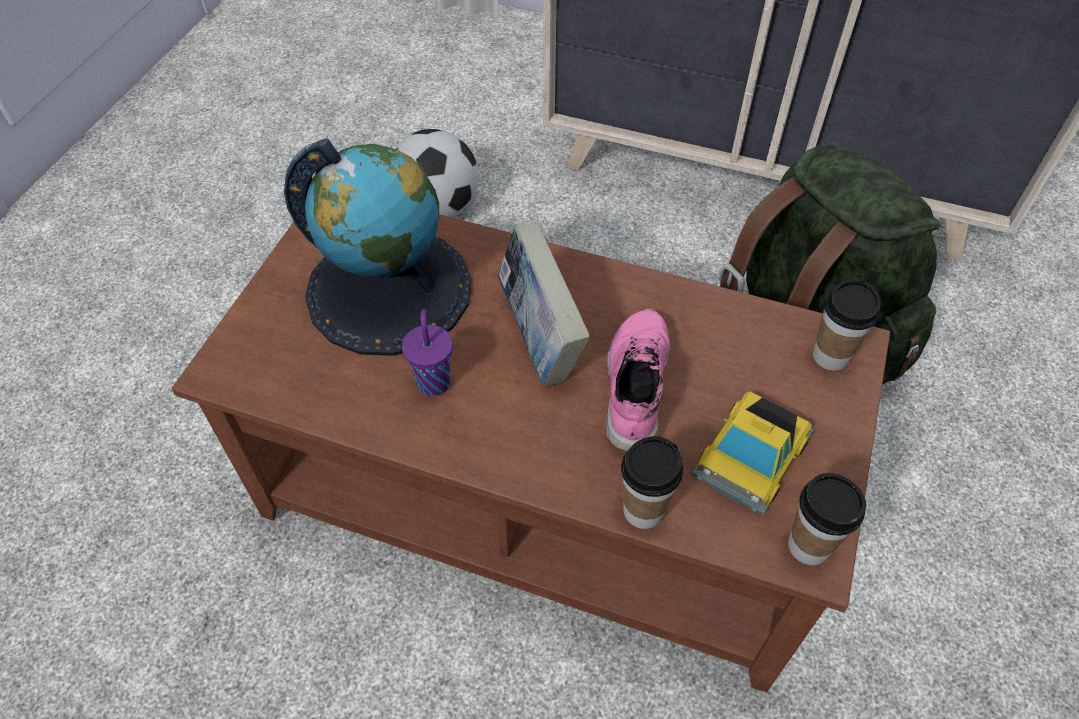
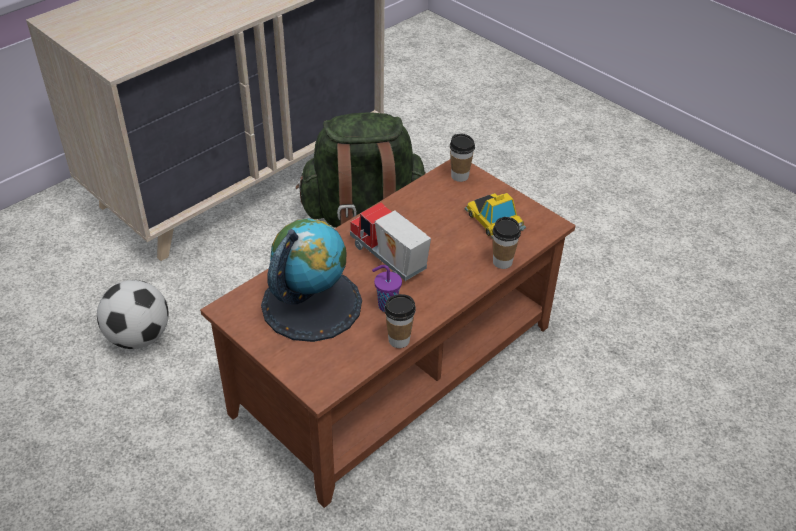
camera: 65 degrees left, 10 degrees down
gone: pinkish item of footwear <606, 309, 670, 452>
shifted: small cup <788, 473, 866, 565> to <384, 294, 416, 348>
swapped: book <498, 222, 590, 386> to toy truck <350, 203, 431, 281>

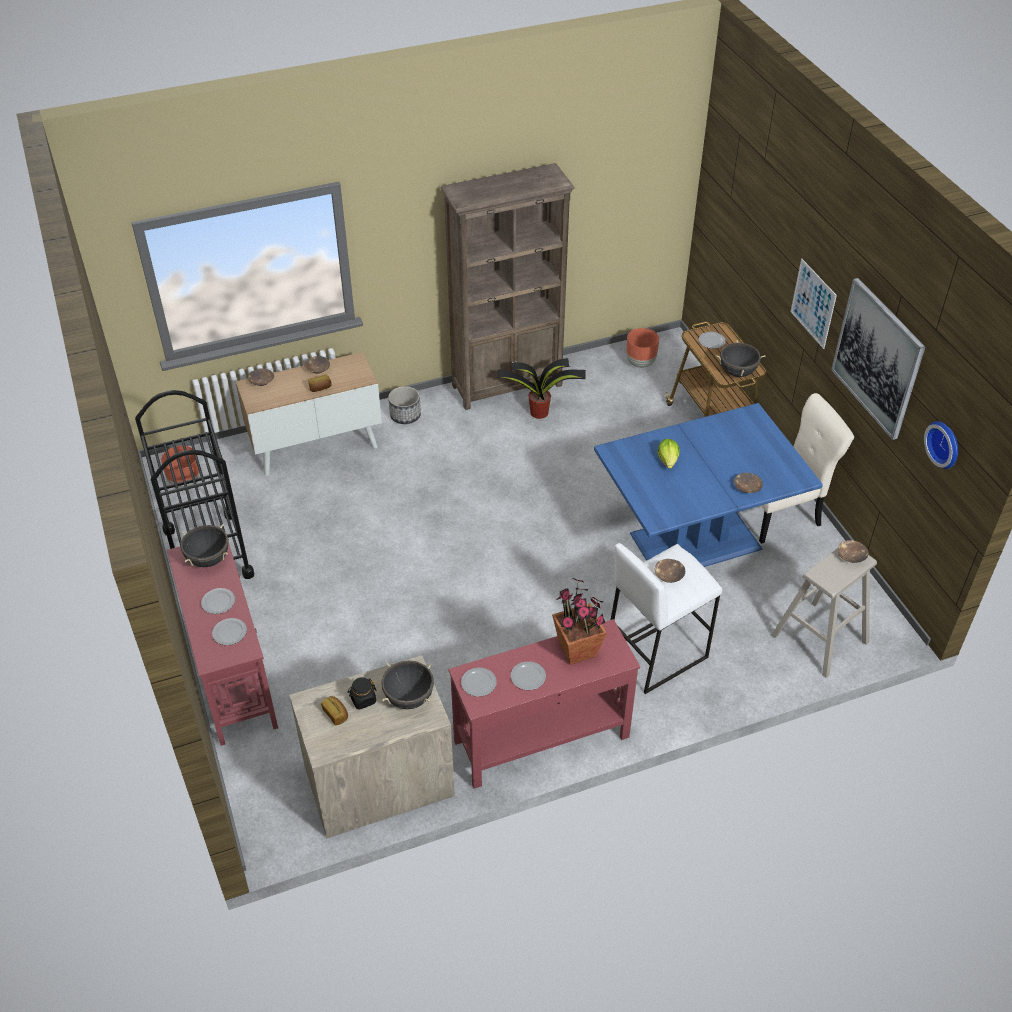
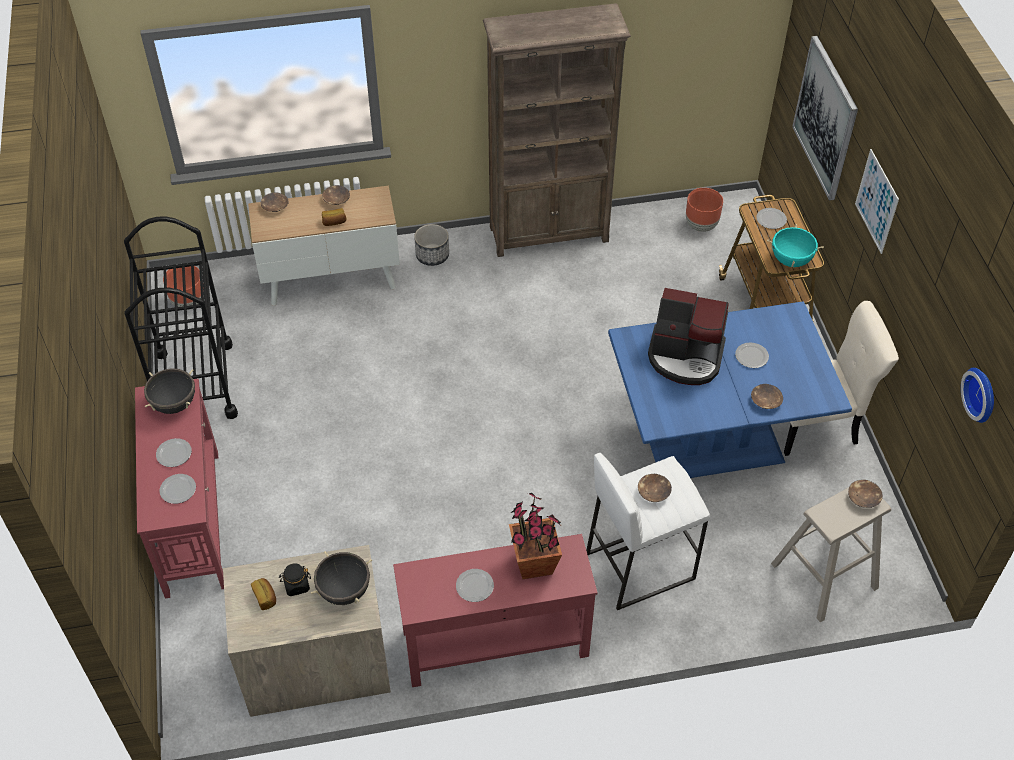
camera: 10 degrees right, 5 degrees up
gone: potted plant <497, 358, 586, 419>
shifted: plate <461, 667, 497, 697> to <735, 342, 769, 368>; wall picture <831, 278, 926, 440> to <792, 36, 858, 201>
swapped: lettuce head <658, 438, 680, 469> to coffee machine <648, 288, 729, 385>
repainted: black-coloured saucepot <715, 340, 766, 377> to turquoise saucepot <767, 224, 824, 267>

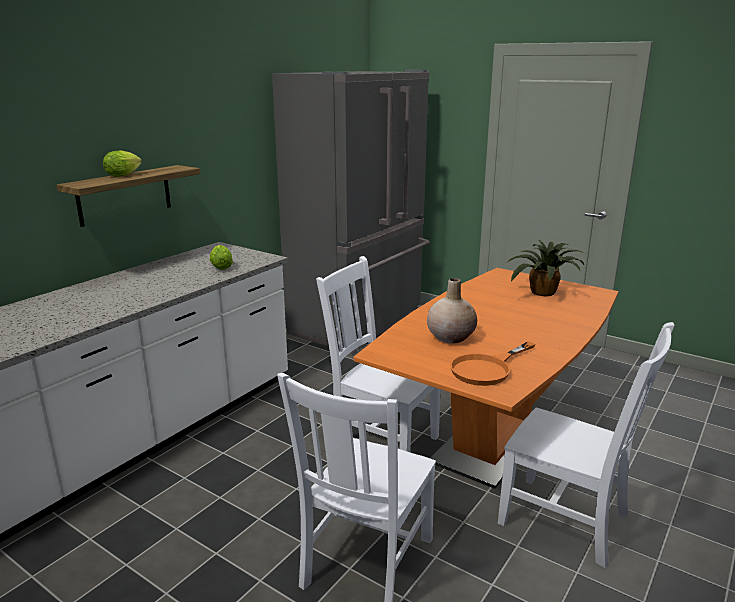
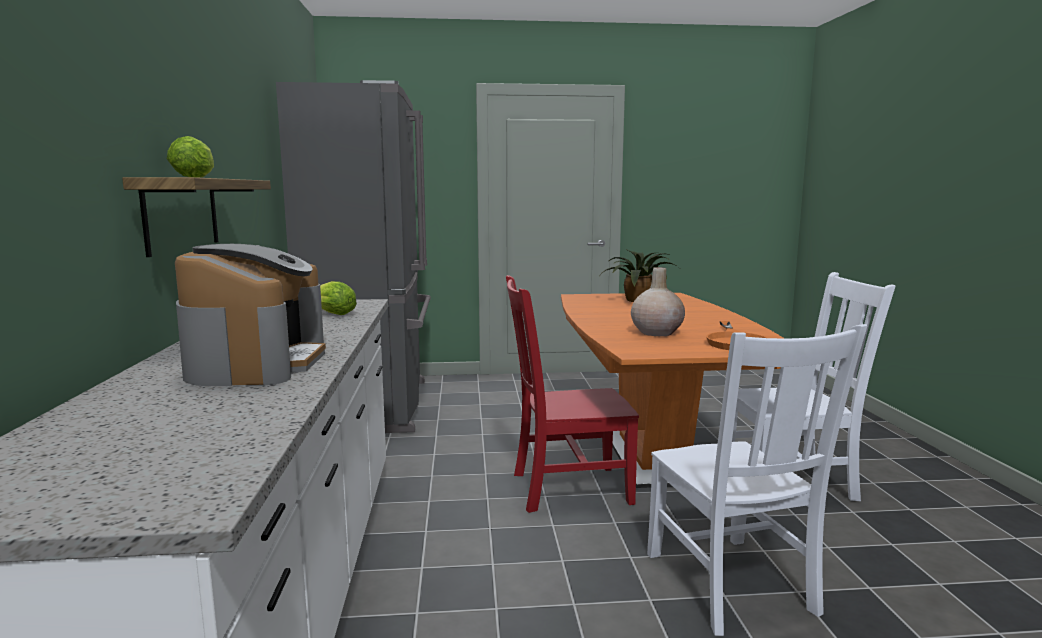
camera: 40 degrees left, 10 degrees down
new: coffee machine <175, 244, 326, 386>
repainted: whitish plain chair <316, 256, 441, 452> to red plain chair <506, 275, 639, 513>

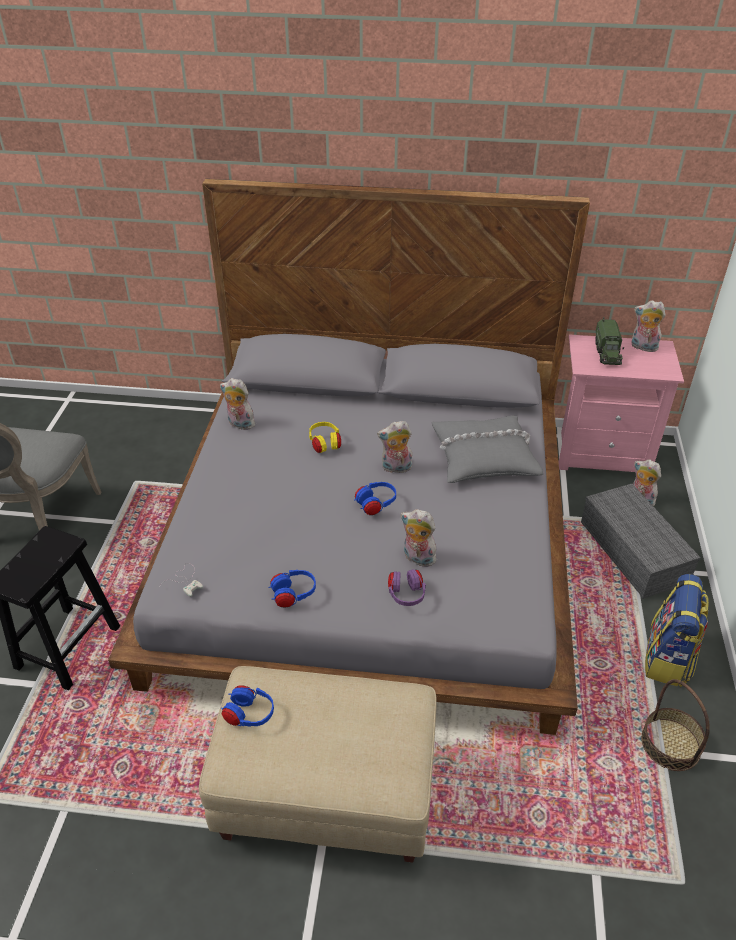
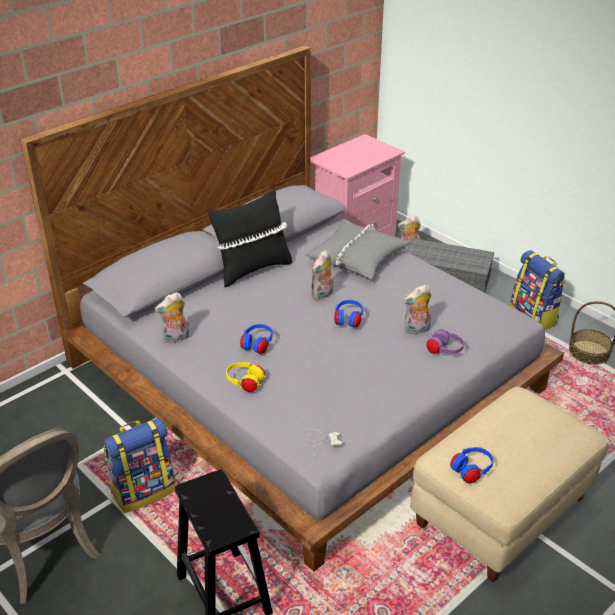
camera: 50 degrees left, 5 degrees down
gone: toy truck <595, 317, 624, 365>; soft toy <632, 300, 666, 352>
new: backpack <104, 418, 175, 513>; black-coloured throw pillow <208, 189, 292, 287>
shifted: bluish pair of headphones <268, 570, 316, 608> to <240, 324, 273, 354>; yellowish pair of headphones <309, 422, 341, 453> to <226, 362, 265, 392>

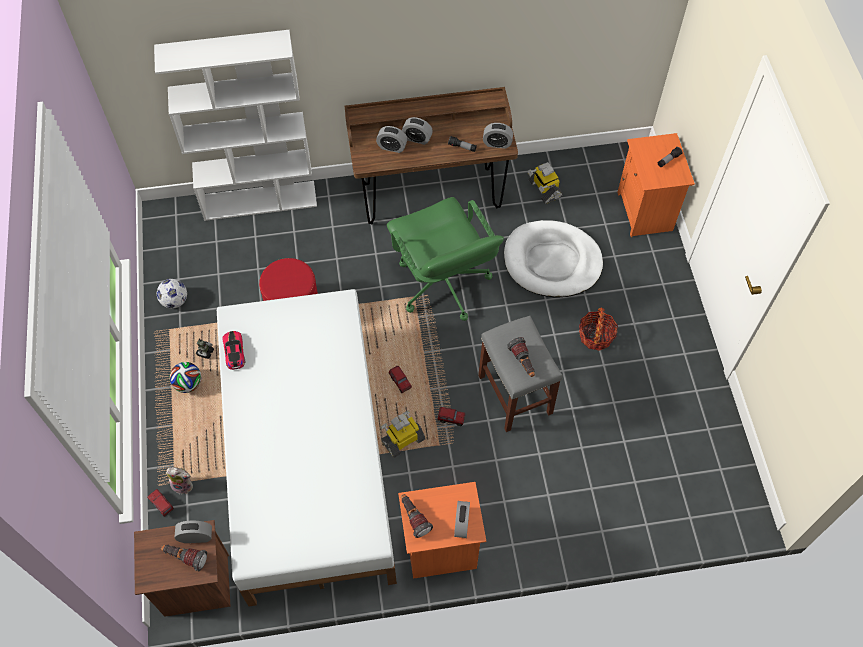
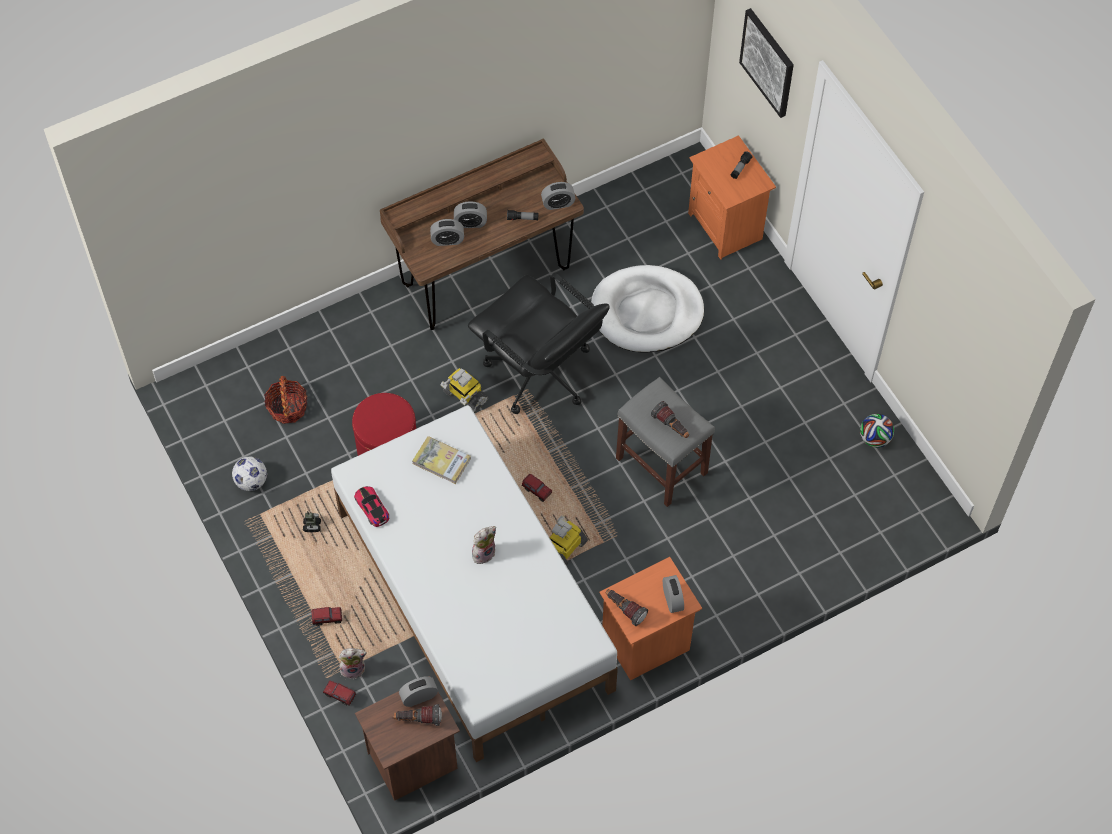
camera: 20 degrees left, 0 degrees up
gone: whitish bookcase <154, 30, 317, 221>
new: book <412, 436, 471, 484>; soft toy <472, 526, 496, 564>; wall picture <739, 8, 794, 118>
shifted: football <170, 362, 201, 393> to <860, 414, 894, 448>; toy truck <437, 407, 465, 426> to <311, 607, 342, 626>; model robot <528, 162, 563, 204> to <440, 368, 489, 413>; storage basket <579, 308, 618, 351> to <264, 376, 308, 424>
repainted: green-coloured computer chair <387, 197, 504, 321> to black-coloured computer chair <468, 273, 610, 414>

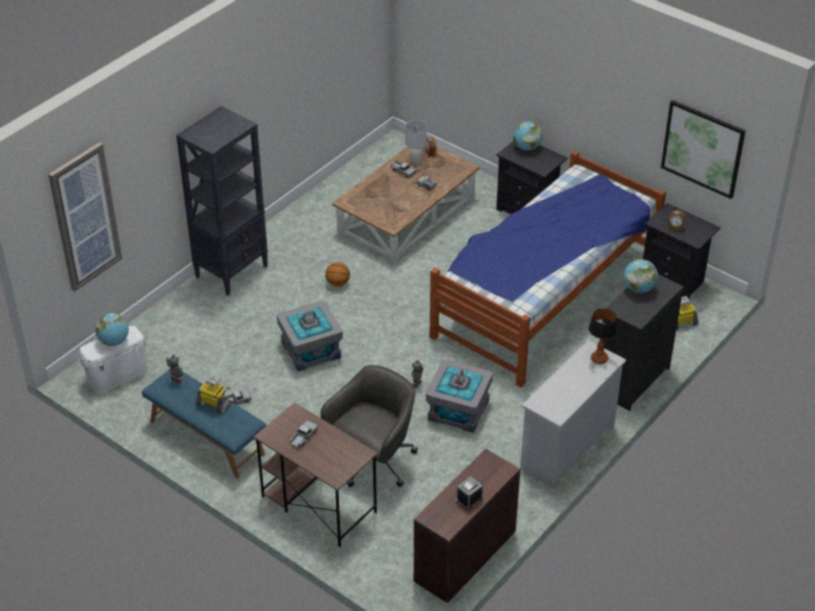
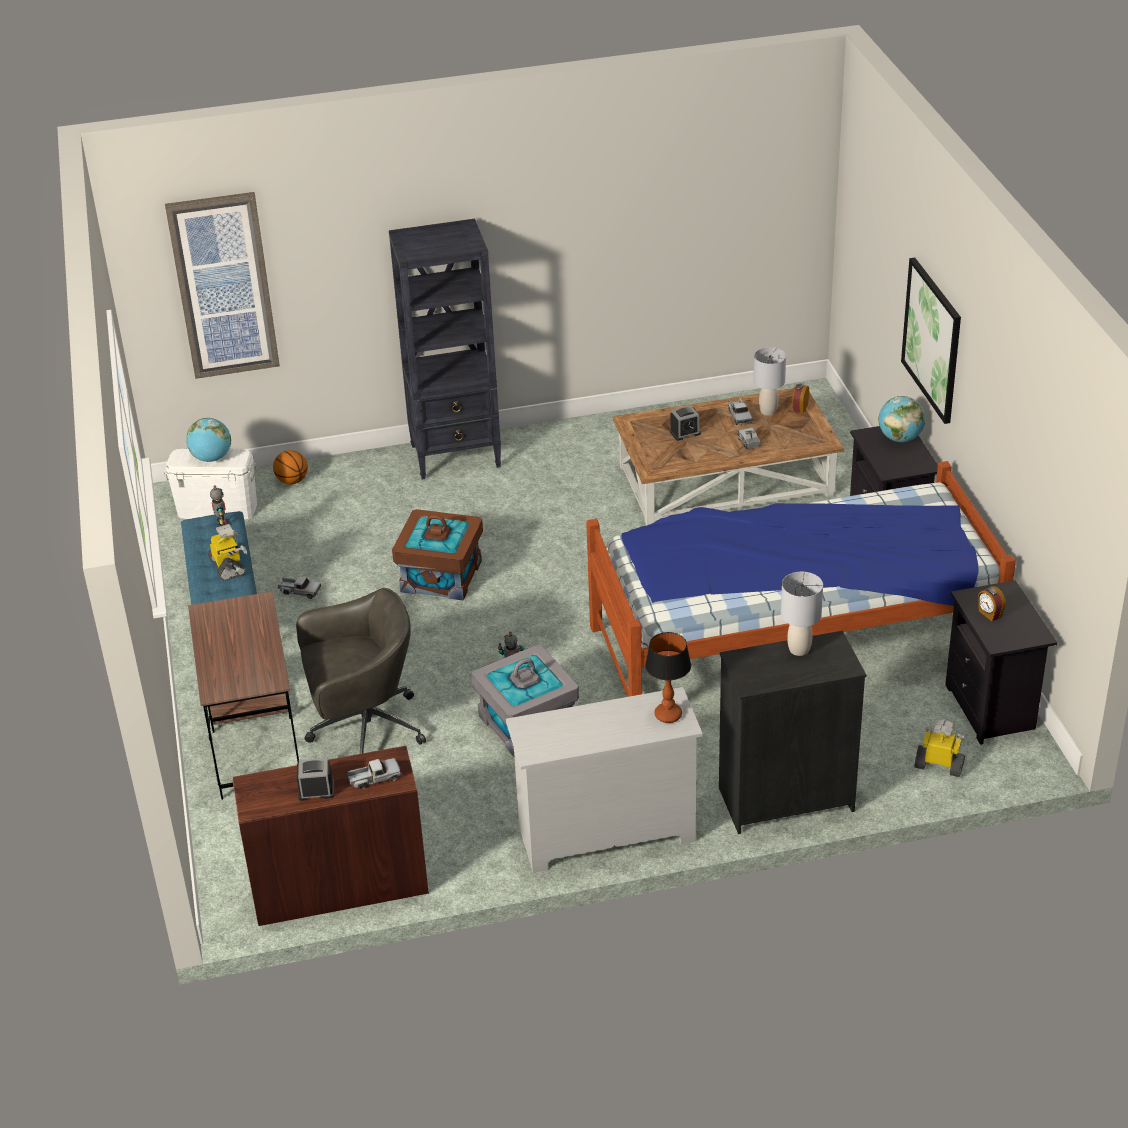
camera: 40 degrees right, 5 degrees down
new: alarm clock <669, 405, 701, 441>
shifted: toy truck <290, 421, 318, 448> to <347, 758, 401, 789>; basketball ball <325, 262, 350, 287> to <273, 450, 308, 485>; wall picture <661, 100, 746, 199> to <901, 257, 961, 424>
swapped: world globe <623, 259, 658, 293> to greyish table lamp <781, 572, 823, 656>
repainted: greyish storage container <277, 301, 343, 371> to brownish storage container <392, 509, 483, 601>

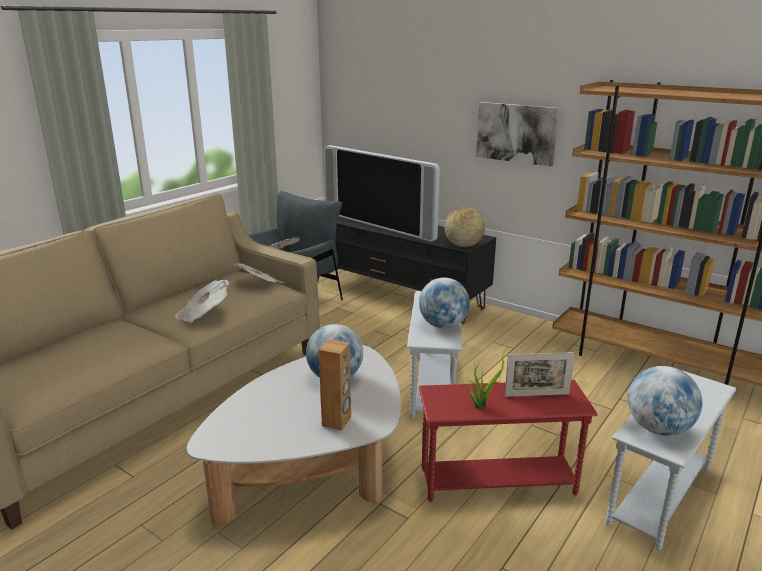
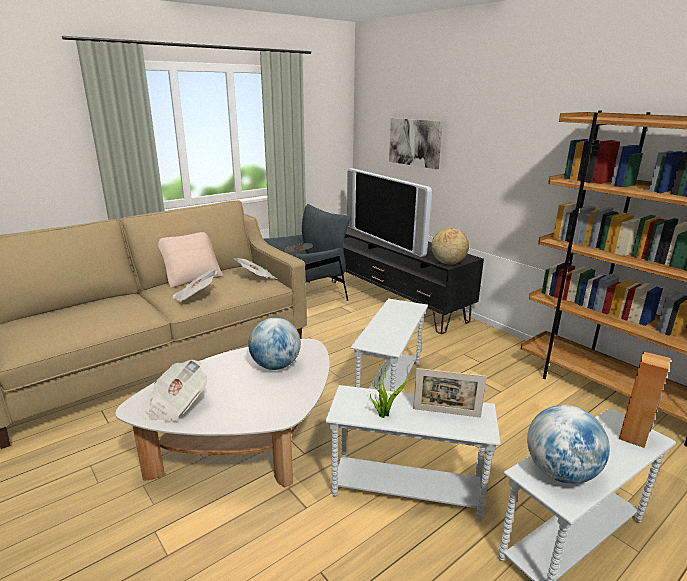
camera: 15 degrees right, 0 degrees up
gone: world globe <419, 278, 470, 328>
new: daily paper <143, 360, 207, 421>; beige-coloured throw pillow <158, 232, 224, 288>
shifted: brownish loudspeaker <319, 339, 351, 430> to <619, 352, 671, 448>; wall picture <476, 102, 559, 167> to <389, 118, 443, 169>
repainted: red accent table <418, 380, 598, 502> to whitish accent table <325, 385, 501, 520>

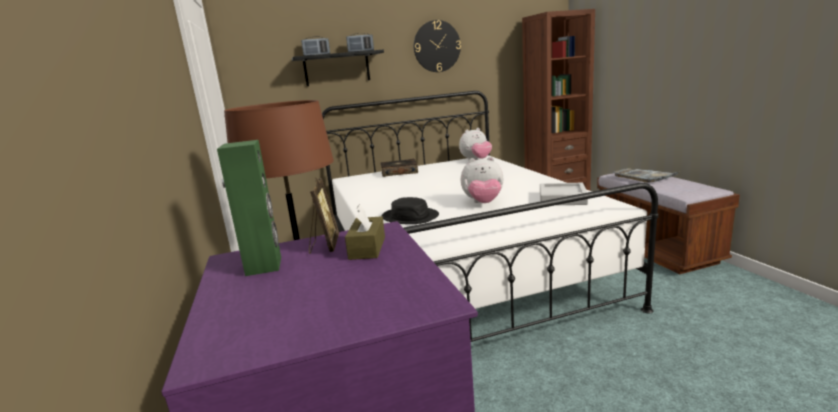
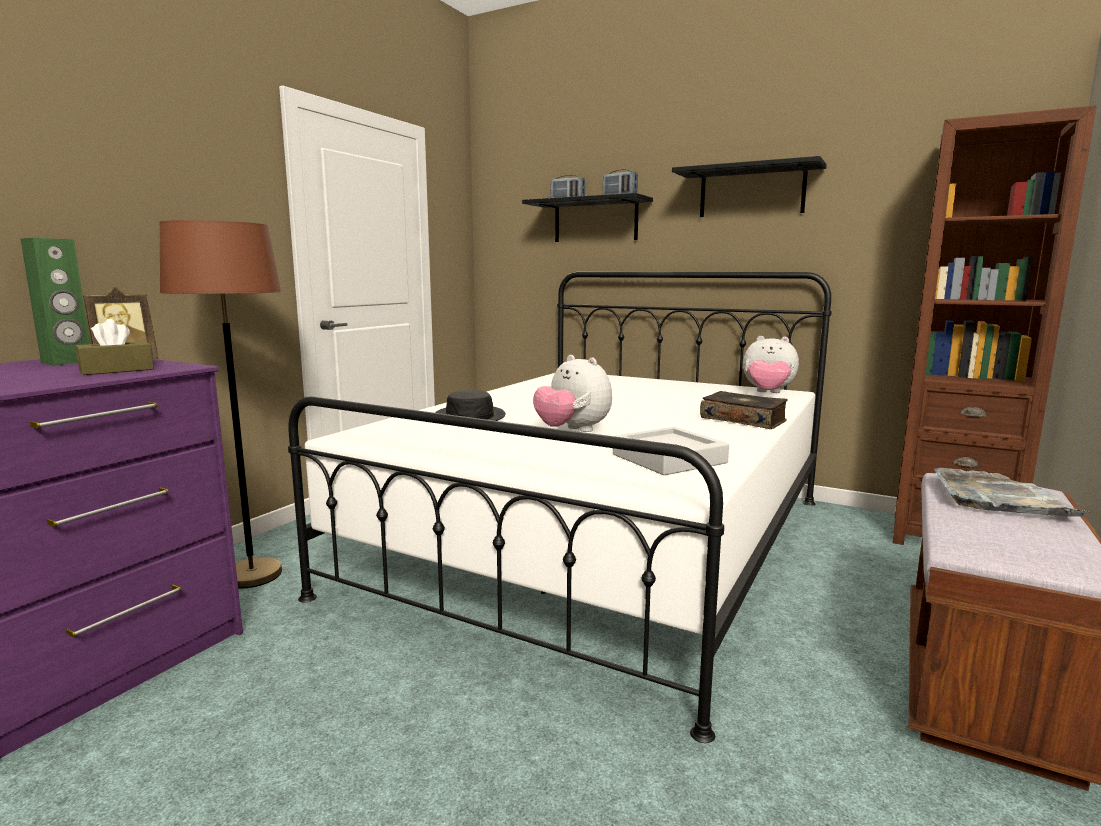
camera: 45 degrees right, 5 degrees down
shifted: book <381, 159, 418, 177> to <700, 391, 788, 429>
swapped: clock on the wall <414, 20, 461, 72> to black-coloured wall shelf <672, 156, 827, 217>

